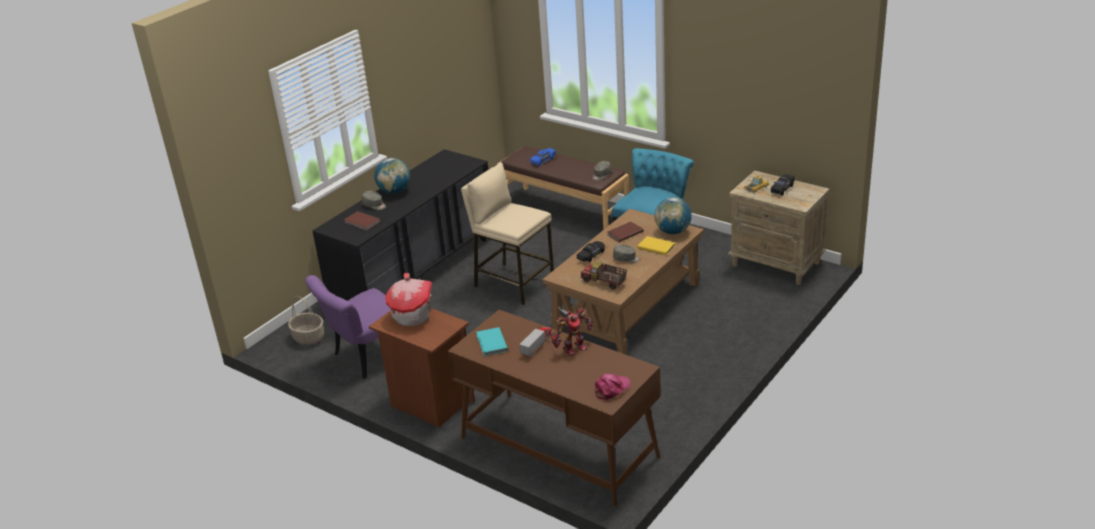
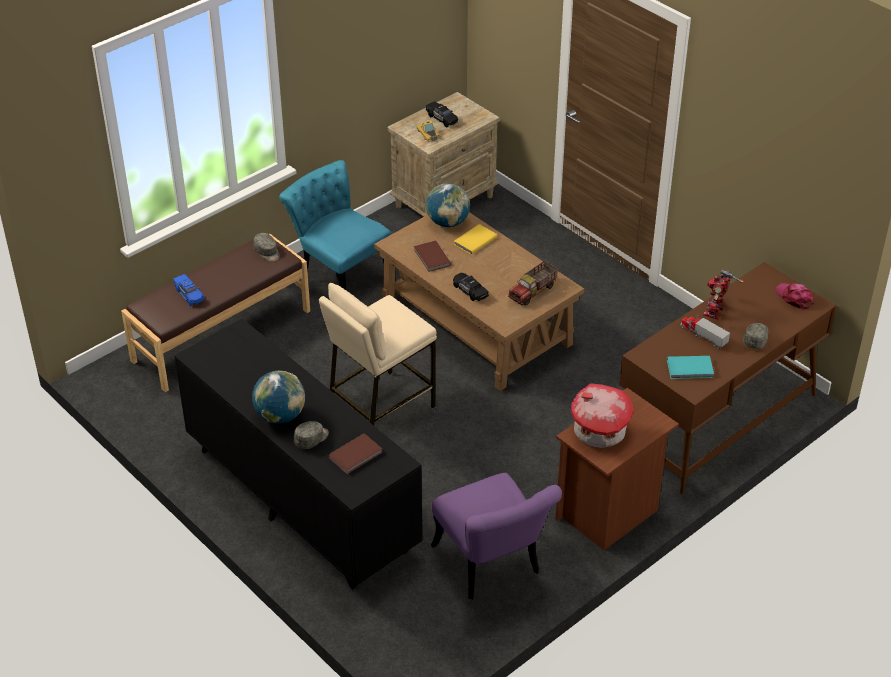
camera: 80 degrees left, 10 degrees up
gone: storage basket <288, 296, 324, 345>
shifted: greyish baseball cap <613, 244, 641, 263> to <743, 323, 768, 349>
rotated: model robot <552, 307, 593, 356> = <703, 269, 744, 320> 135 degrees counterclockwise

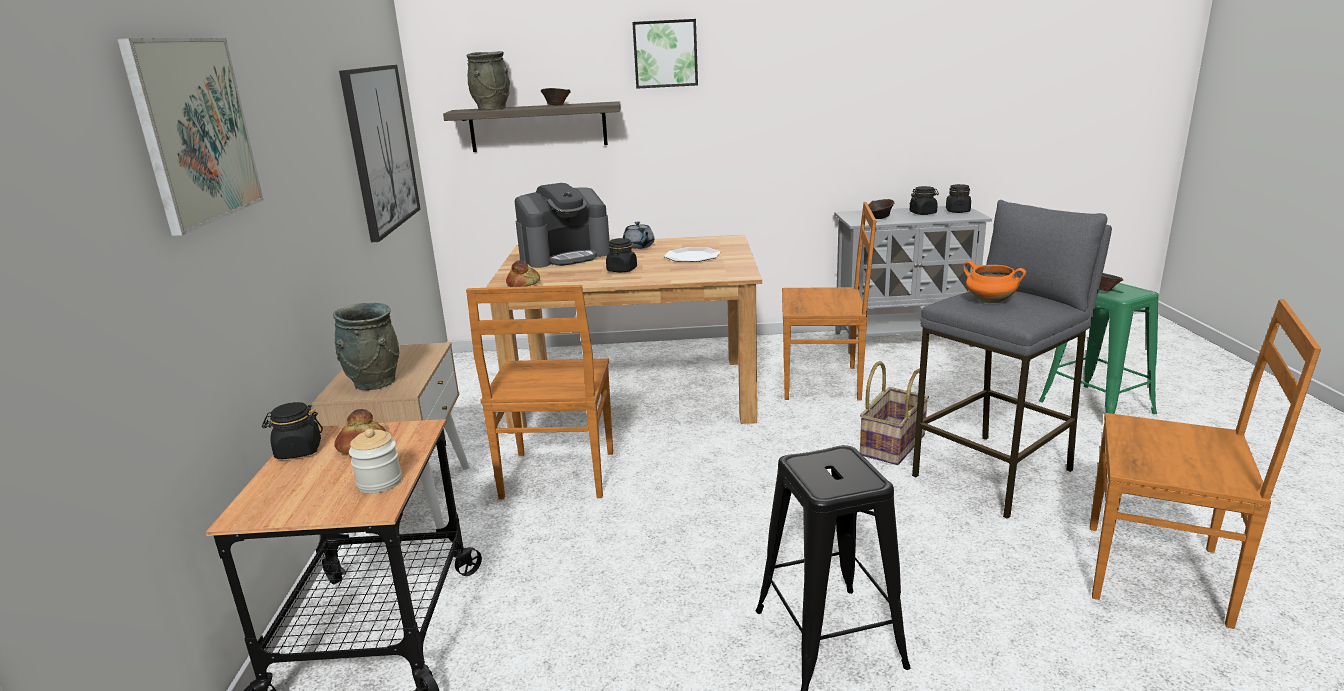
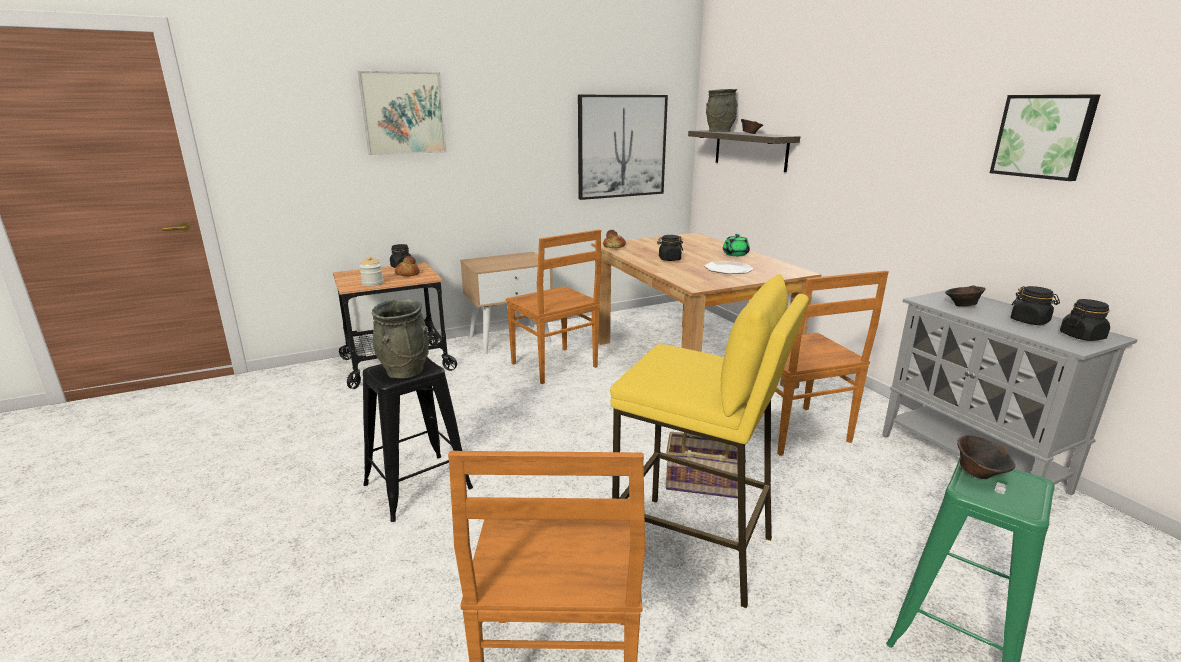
camera: 65 degrees right, 0 degrees up
gone: coffee machine <515, 183, 610, 268>; orange saucepot <963, 261, 1026, 303>
shifted: greyish flower vase <333, 303, 399, 390> to <372, 299, 429, 379>; wall picture <632, 19, 698, 89> to <990, 95, 1100, 181>
repainted: greyish teapot <623, 221, 654, 249> to green-coloured teapot <723, 234, 750, 256>; greyish sitting stool <912, 200, 1112, 519> to yellowish sitting stool <610, 274, 809, 609>
rotated: brownish plain chair <466, 285, 613, 499> = <506, 229, 601, 384> 105 degrees counterclockwise

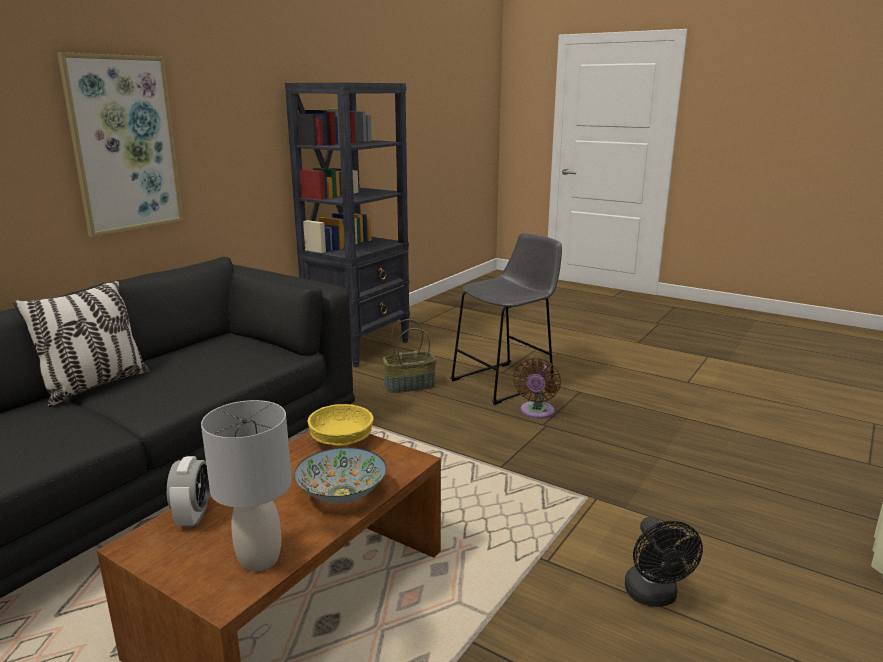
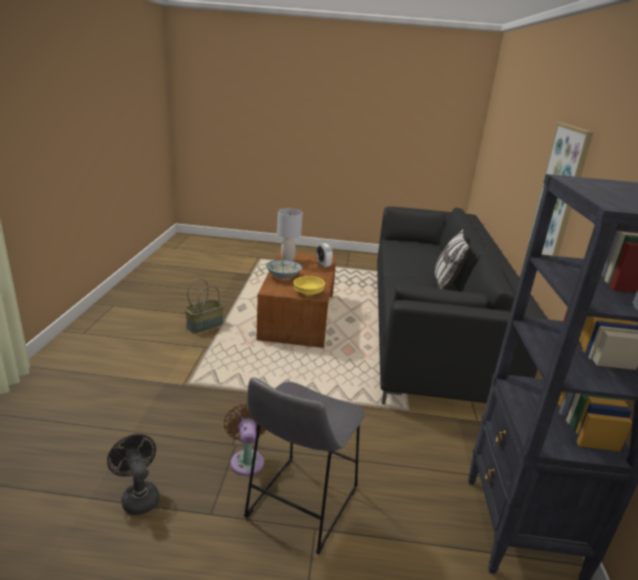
camera: 150 degrees right, 5 degrees up
shifted: storage basket <383, 319, 436, 393> to <185, 279, 224, 333>; black-coloured fan <624, 516, 703, 607> to <107, 434, 159, 515>

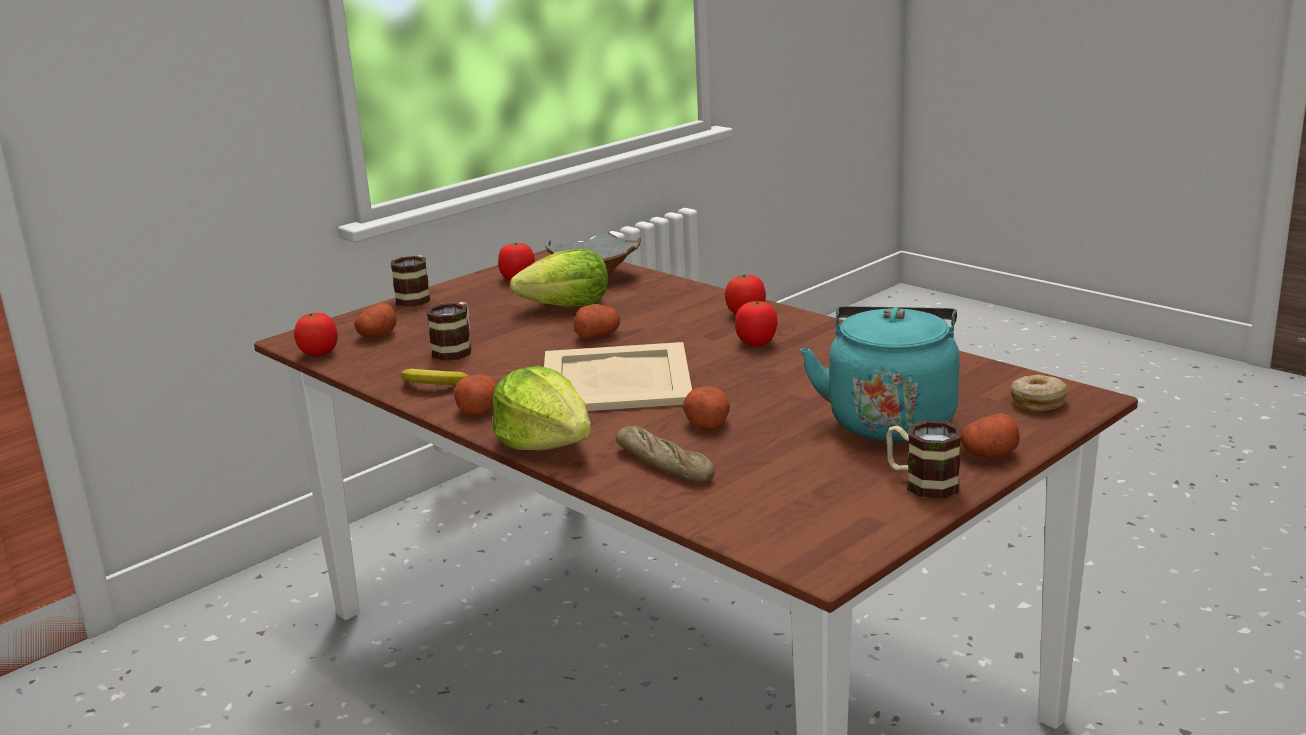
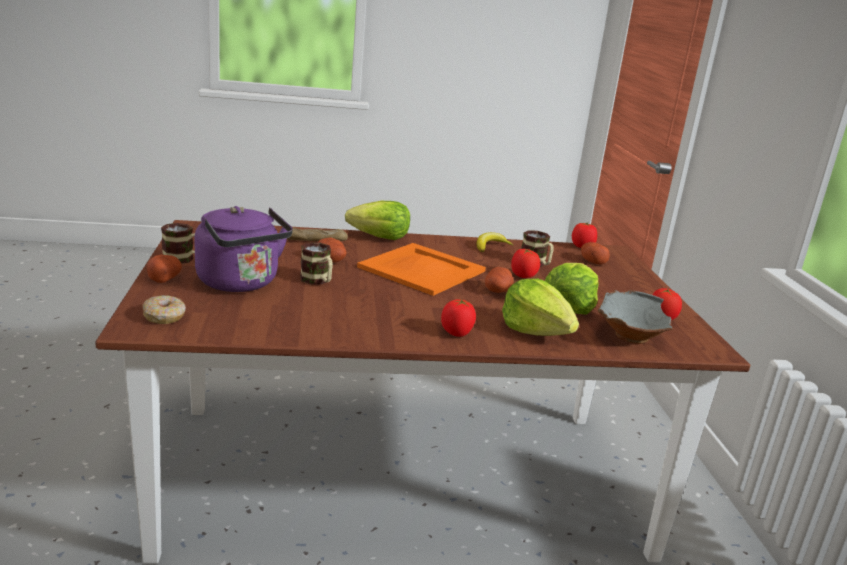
camera: 125 degrees right, 0 degrees up
gone: whole potato <454, 374, 497, 416>
new: lettuce head <502, 278, 579, 336>
shifted: tea mug <391, 255, 431, 307> to <300, 243, 333, 285>; whole tomato <735, 301, 778, 346> to <511, 249, 540, 278>
repainted: beige-coloured carrying tray <544, 342, 692, 411> to orange carrying tray <357, 243, 486, 296>; turquoise water kettle <801, 306, 960, 442> to purple-coloured water kettle <194, 206, 293, 292>

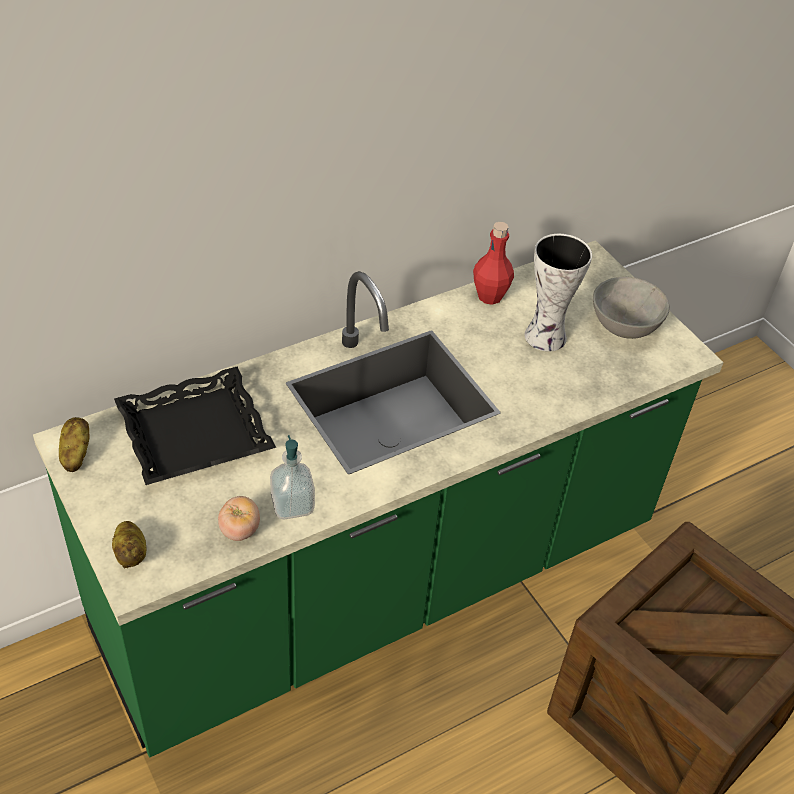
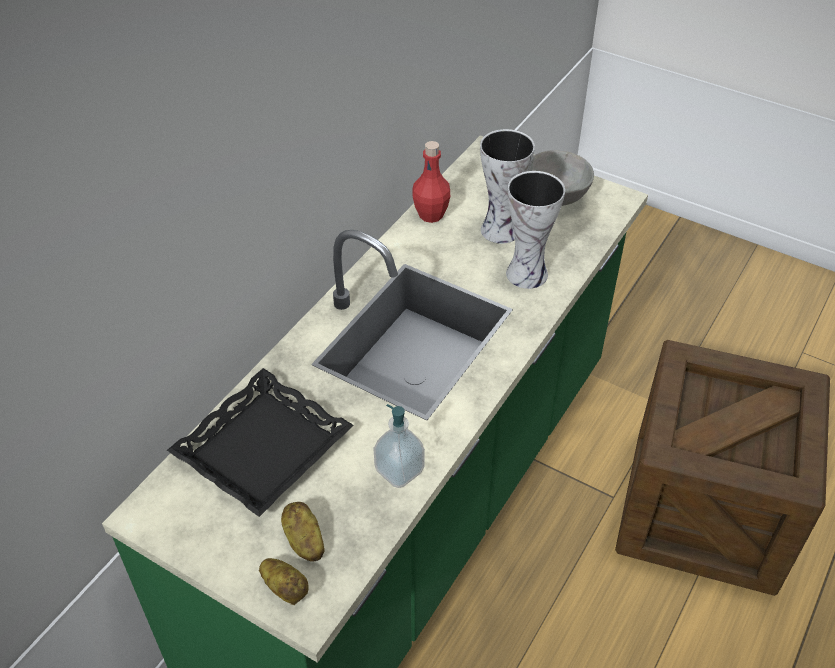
camera: 25 degrees left, 0 degrees up
gone: whole tomato <218, 496, 260, 541>
new: flower vase <506, 171, 565, 289>
shifted: whole potato <59, 417, 90, 472> to <281, 502, 325, 562>

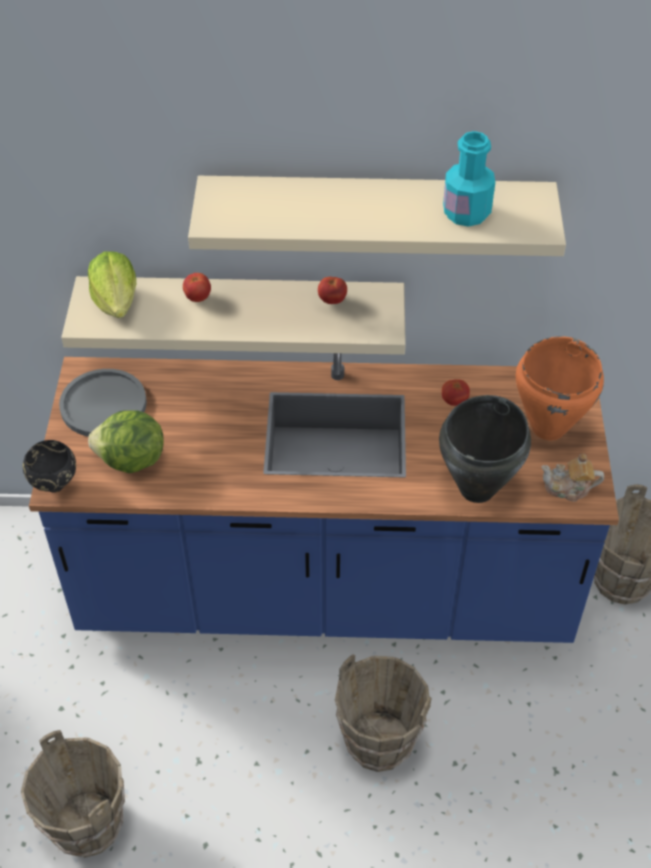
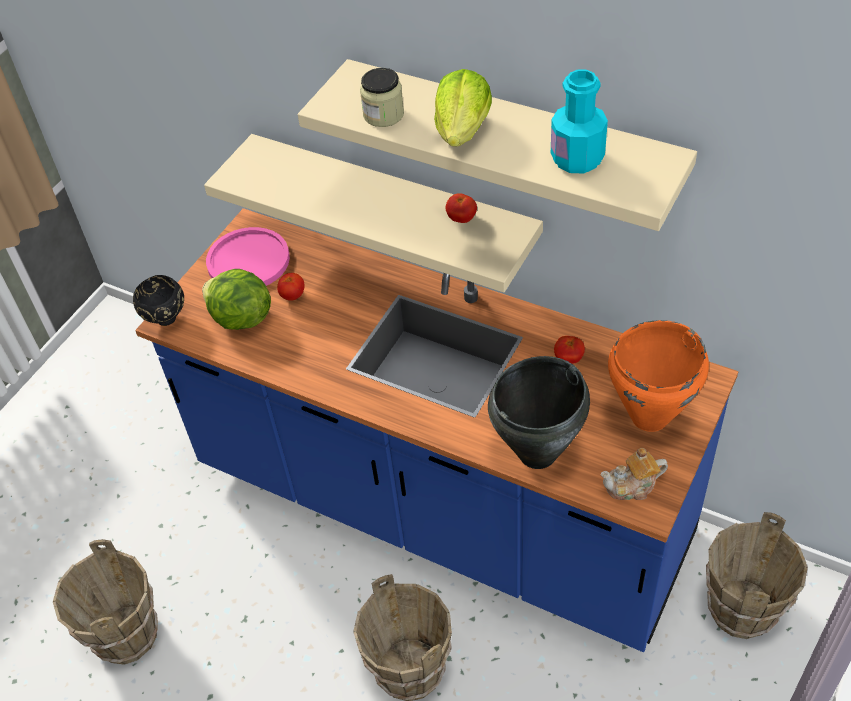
camera: 30 degrees right, 0 degrees up
new: jar <360, 68, 404, 127>
shifted: lettuce head <88, 251, 136, 318> to <434, 69, 492, 146>; whole tomato <183, 273, 211, 302> to <277, 273, 304, 301>
repainted: greyish plate <59, 369, 147, 437> to pinkish plate <206, 227, 290, 286>
rotated: teapot <541, 453, 604, 502> = <600, 448, 668, 500> 45 degrees counterclockwise

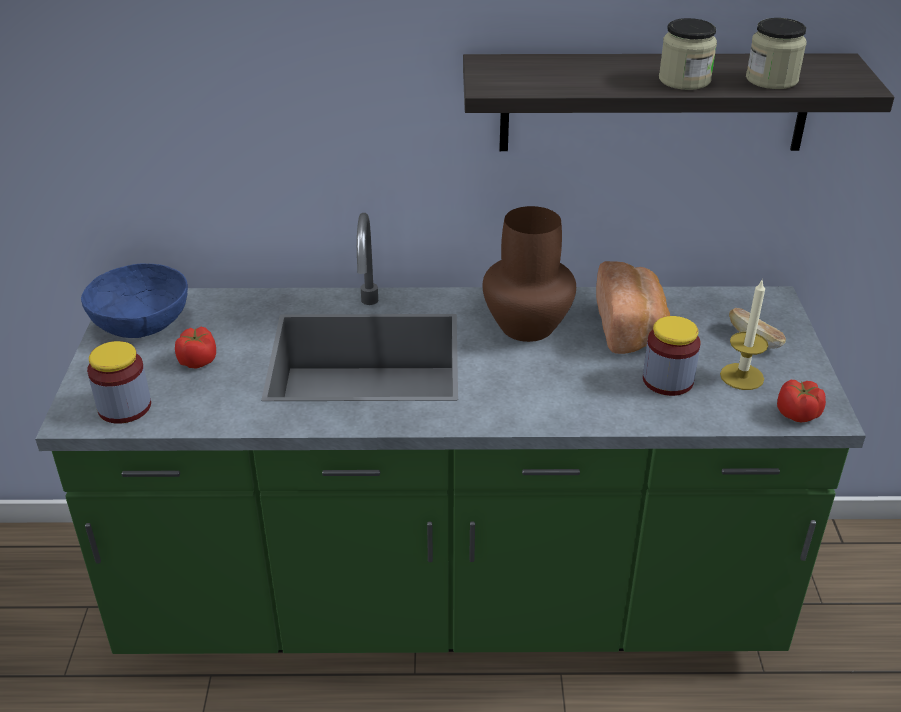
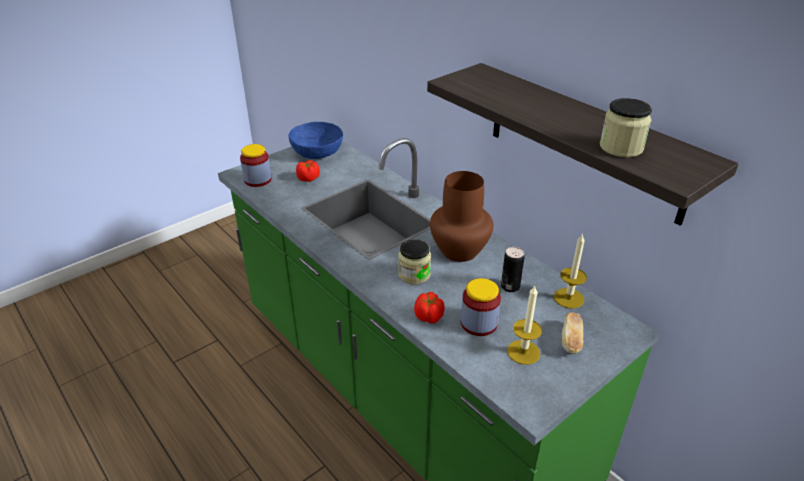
camera: 50 degrees right, 0 degrees up
new: wax light <554, 233, 587, 309>
shifted: jar <659, 18, 717, 90> to <398, 239, 431, 285>; whole tomato <777, 380, 826, 423> to <414, 292, 445, 324>
swapped: bread <596, 261, 670, 354> to sealed can <501, 247, 525, 292>

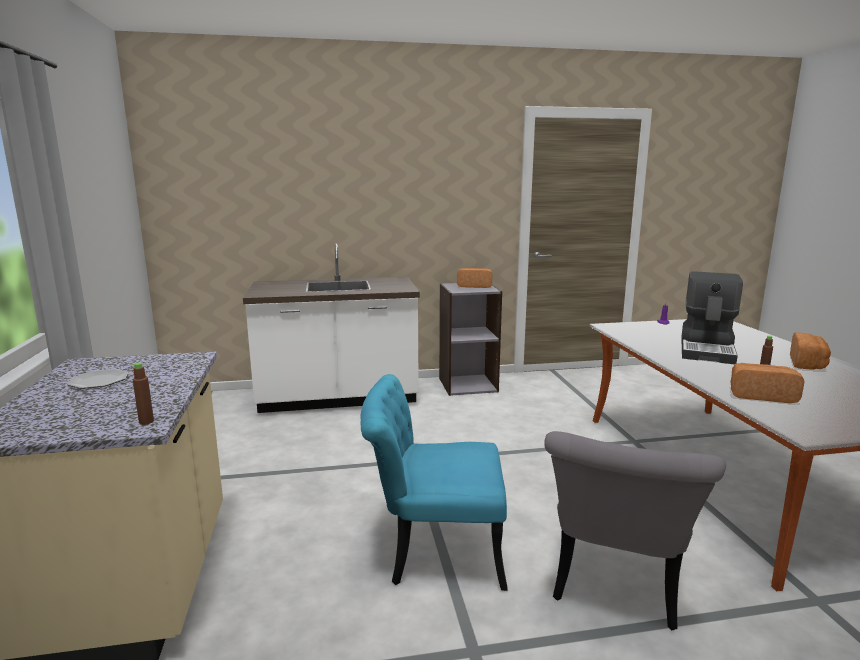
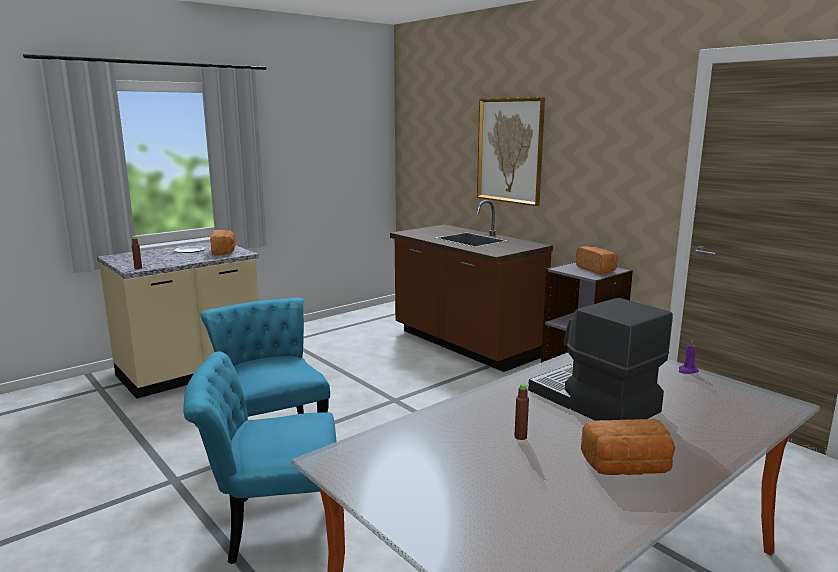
camera: 60 degrees right, 0 degrees up
new: wall picture <477, 97, 545, 206>
shifted: bread <730, 363, 805, 403> to <210, 230, 236, 256>
repainted: whitish kitchen base unit <243, 243, 420, 413> to brownish kitchen base unit <390, 200, 553, 372>; greyish plain chair <544, 431, 726, 630> to turquoise plain chair <183, 351, 336, 564>
rotated: coffee machine <681, 271, 743, 364> = <528, 298, 673, 421> 60 degrees clockwise

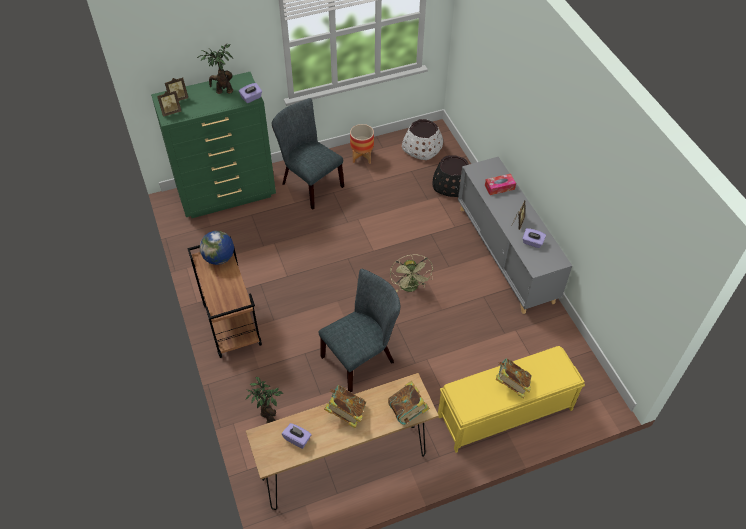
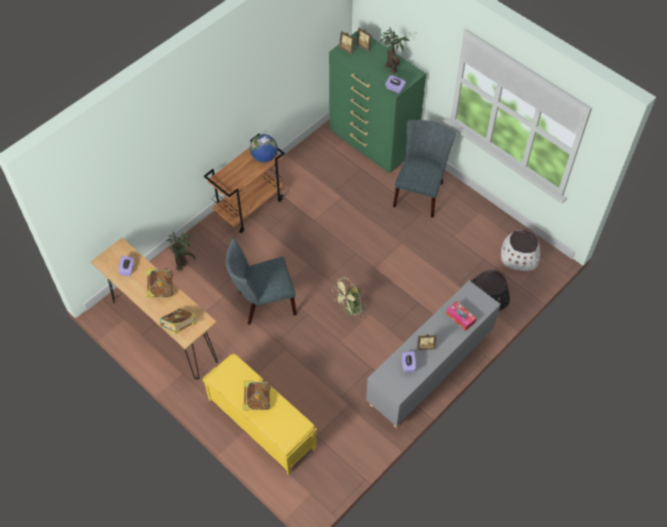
camera: 65 degrees right, 5 degrees up
gone: planter <350, 124, 374, 164>
rotated: greyish plain chair <319, 269, 400, 393> = <226, 238, 297, 325> 135 degrees clockwise

